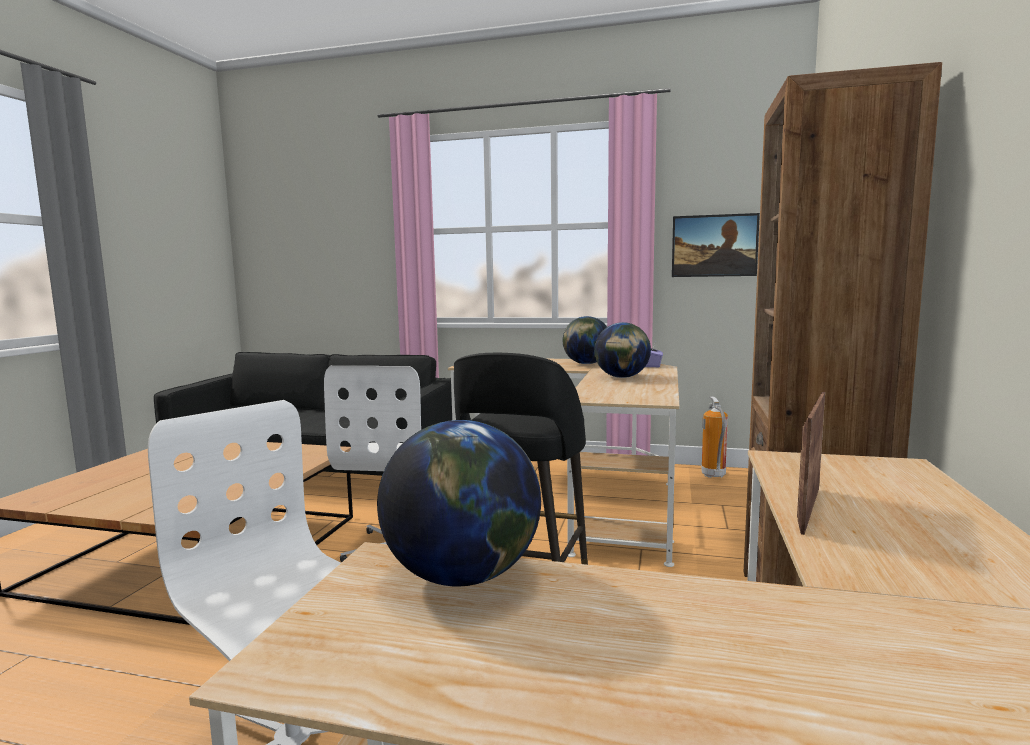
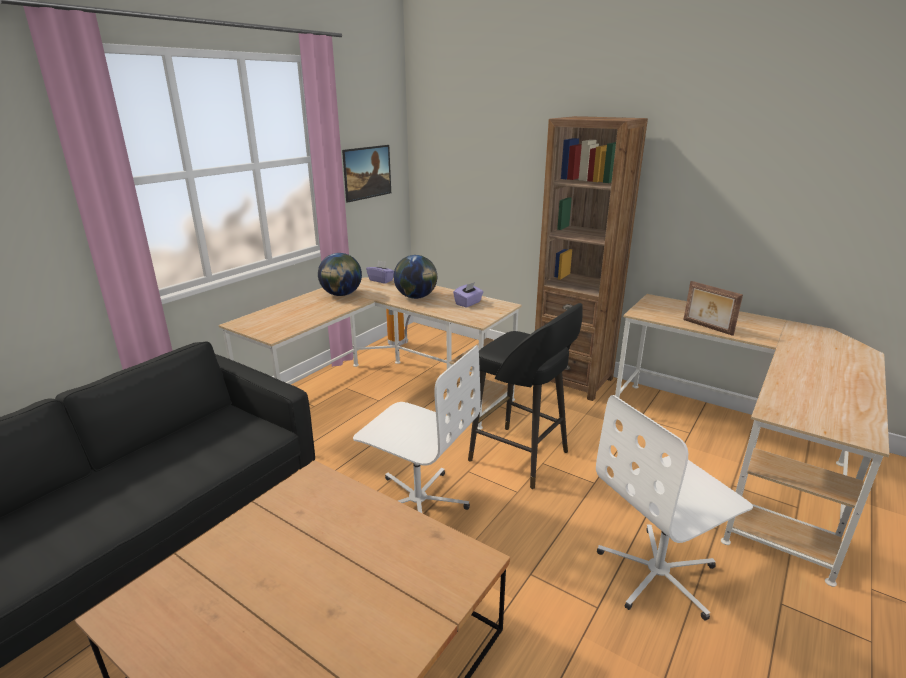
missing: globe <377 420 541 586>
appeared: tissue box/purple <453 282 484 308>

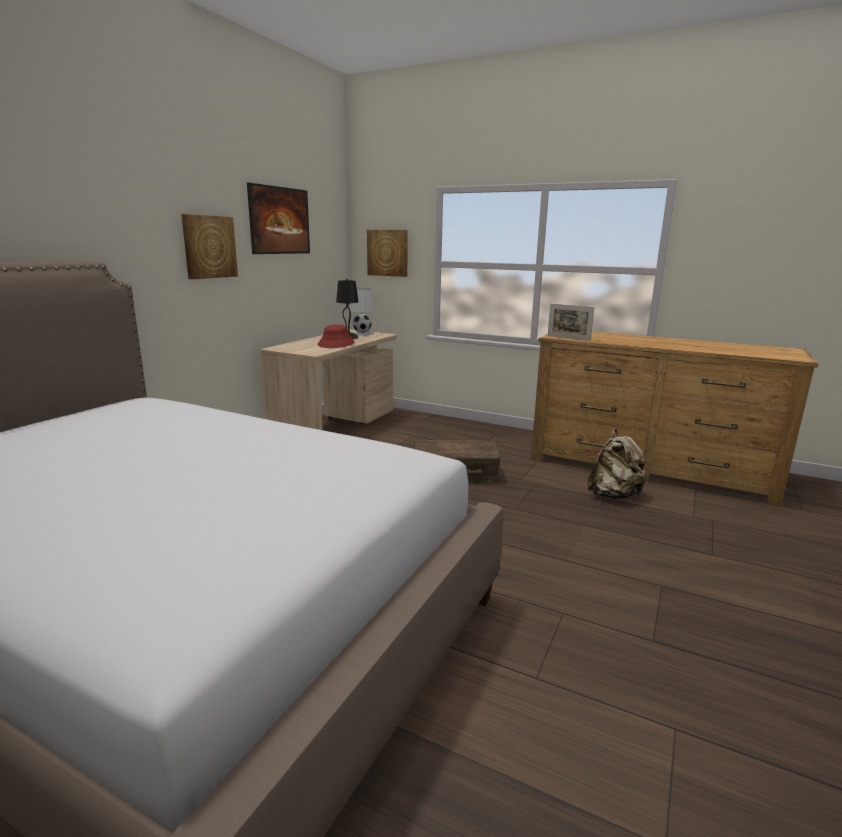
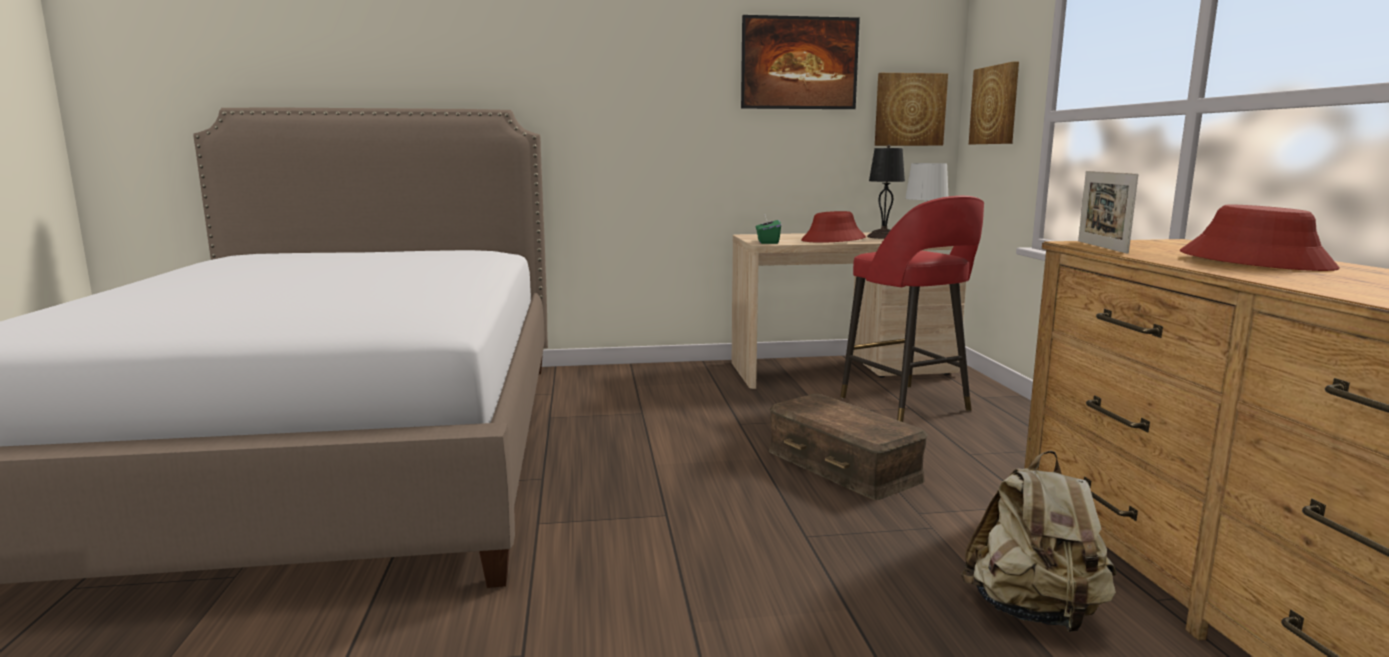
appeared: tissue box/green <756 214 781 244>; stool/red <840 196 984 422>; hat/red <1180 205 1340 271>
relocated: picture <181 214 238 279> to <875 73 948 146>

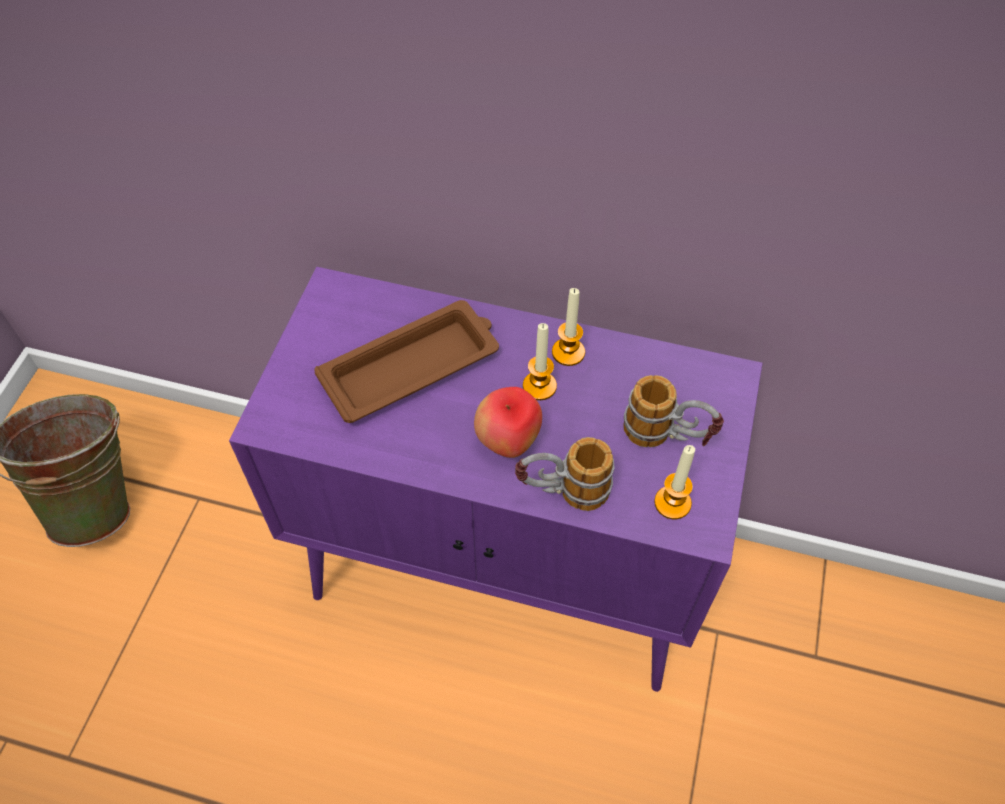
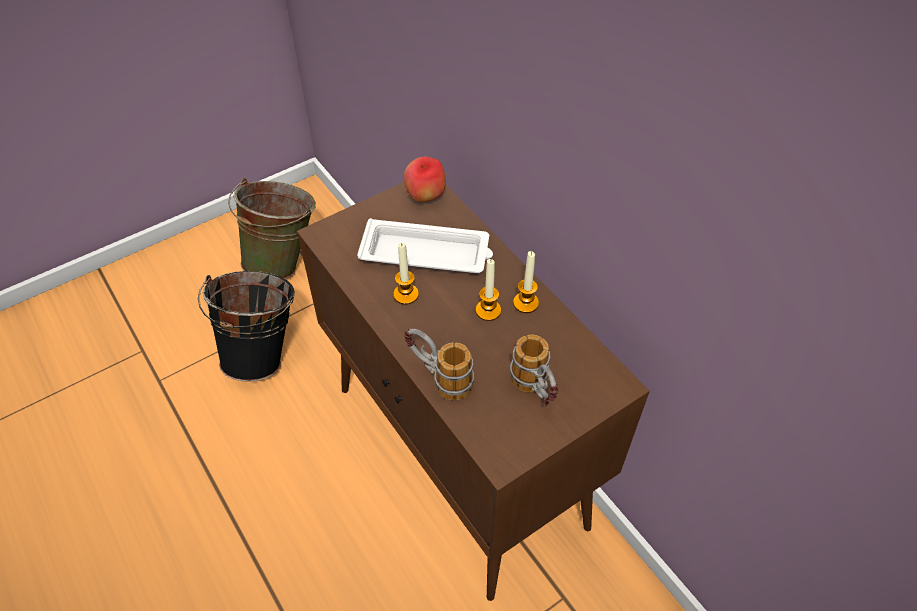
appeared: bucket/black <198 271 295 382>
relocated: apple <474 387 542 458> to <404 156 446 202>; candle <654 445 695 519> to <393 243 419 305>
colour: cabinet/purple <229 267 762 692> to cabinet/brown <297 182 650 601>; tray/brown <314 300 499 423> to tray/white <357 218 493 273>

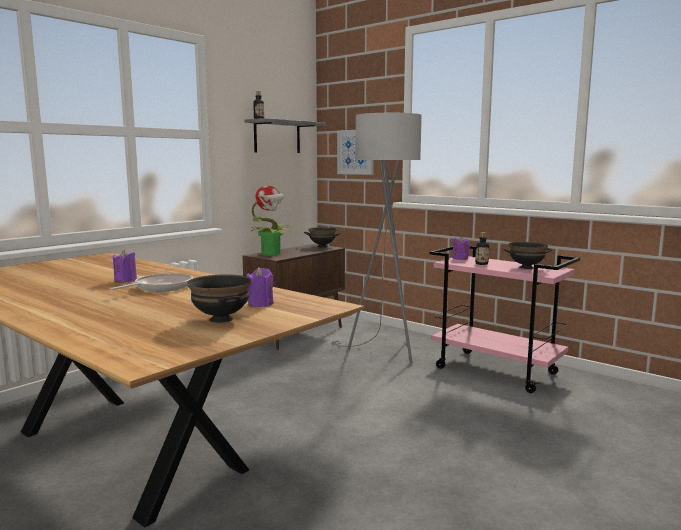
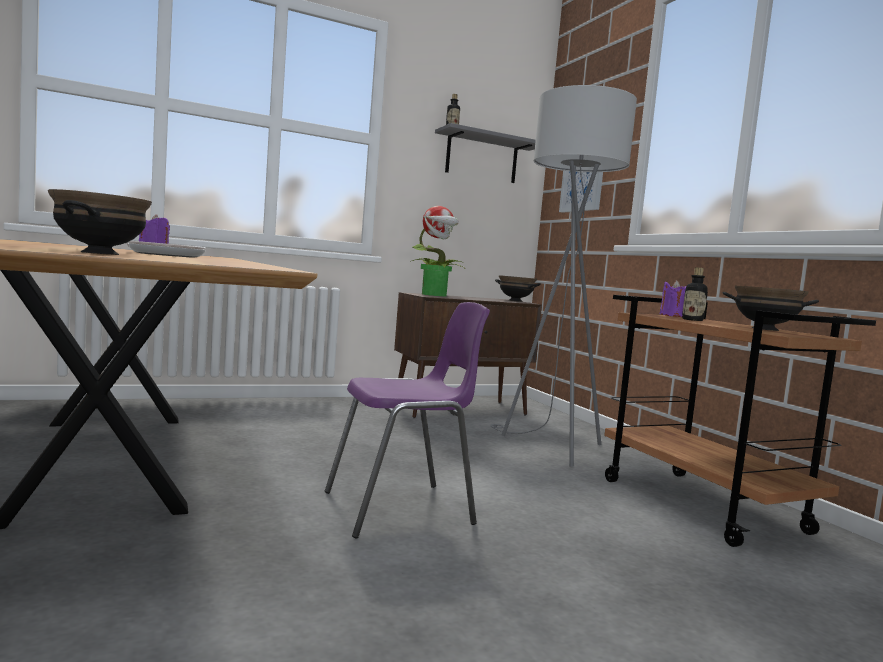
missing: candle/purple <247 267 274 307>
appeared: chair/purple <325 302 490 539>
colour: cart/pink <429 246 580 393> to cart/brown <604 295 876 547>

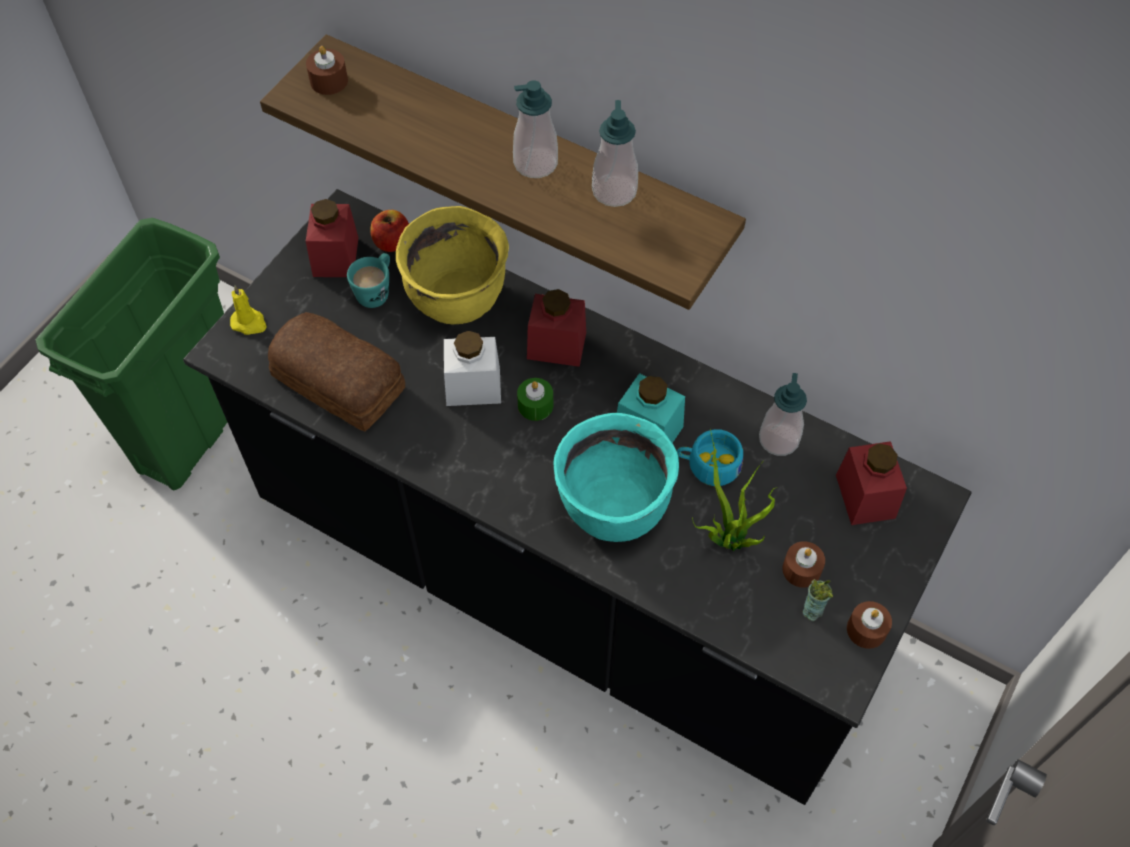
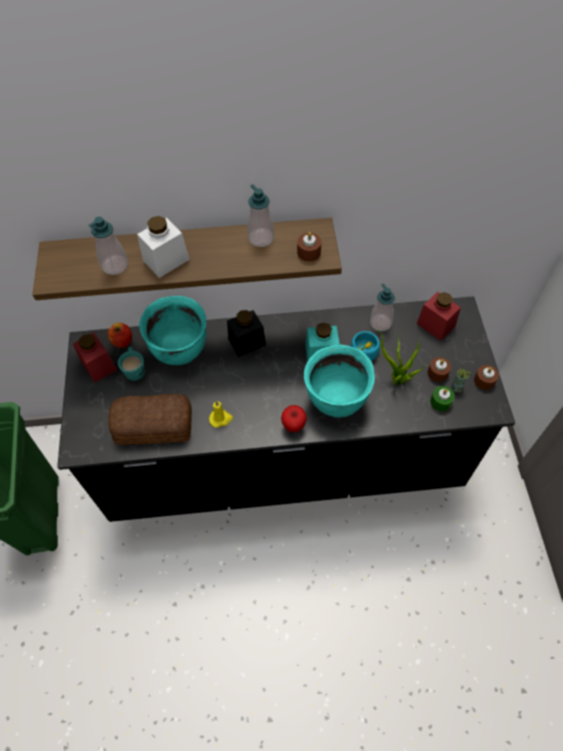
appeared: apple <281 405 307 432>
relocated: candle/yellow <230 285 266 335> to <209 401 233 428>; candle/brown <306 46 348 95> to <297 232 321 262>; jar/white <444 331 501 406> to <137 216 189 278>; soap dispenser <513 80 558 178> to <88 217 128 275>; candle/green <517 378 553 421> to <430 386 455 411>
colour: cooking pot/yellow <396 206 509 325> to cooking pot/turquoise <139 296 206 365>; jar/red <527 289 586 367> to jar/black <227 310 266 357>

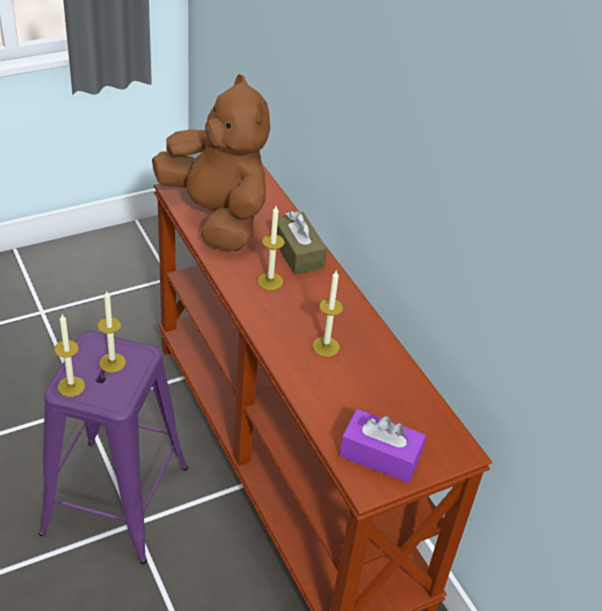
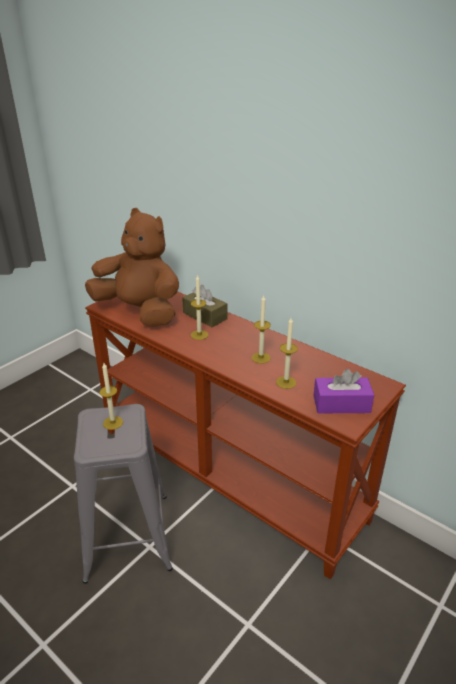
relocated: candle <54 314 85 397> to <276 318 298 389>
colour: stool/purple <39 331 188 564> to stool/grey <74 404 173 584>

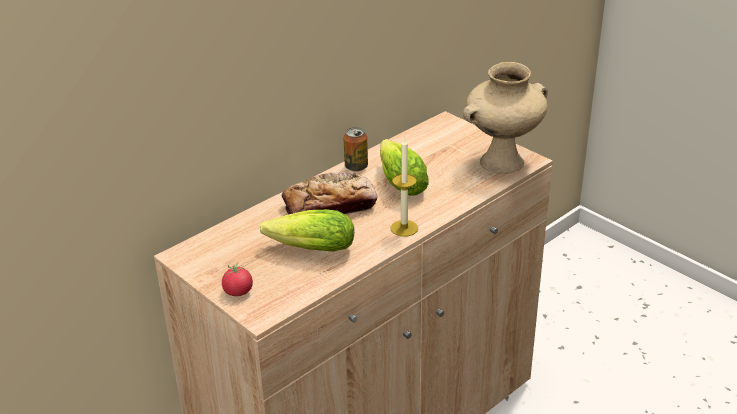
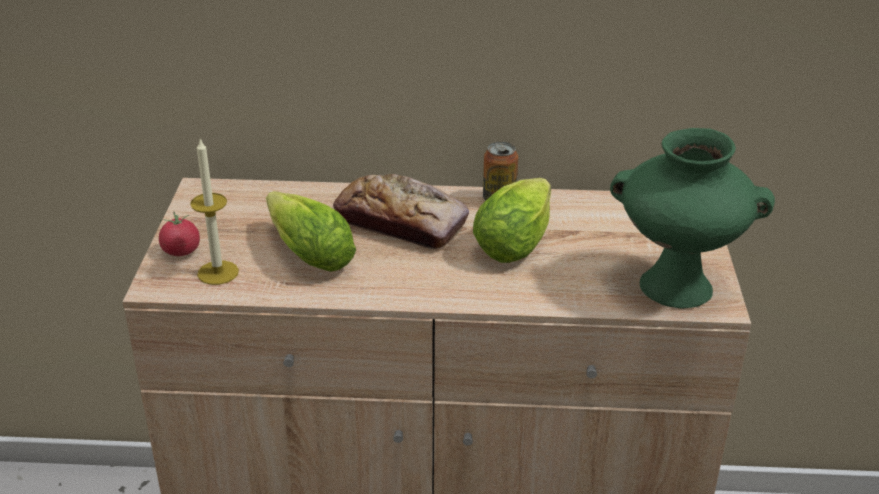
relocated: candle <390 137 418 237> to <190 139 239 285>
colour: vase/beige <463 62 548 174> to vase/green <610 128 775 309>

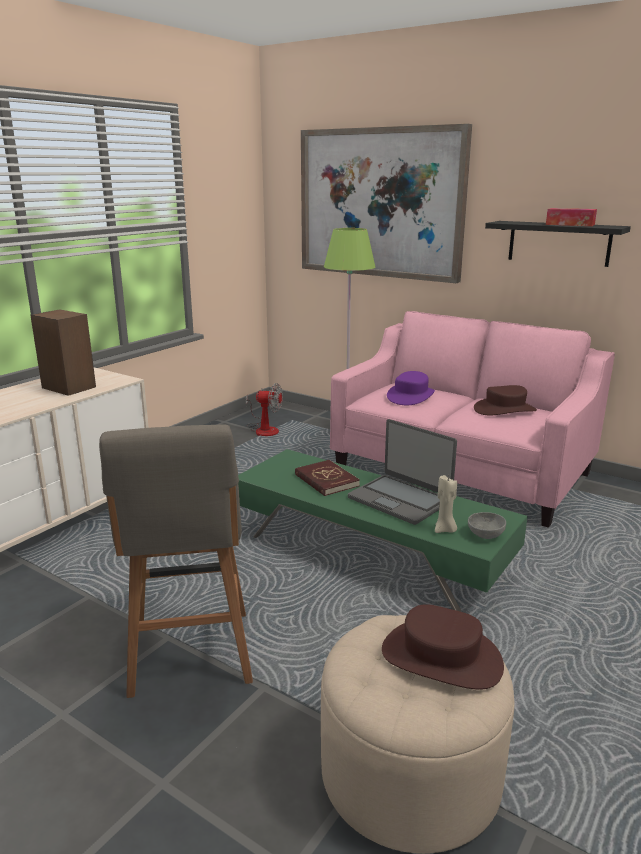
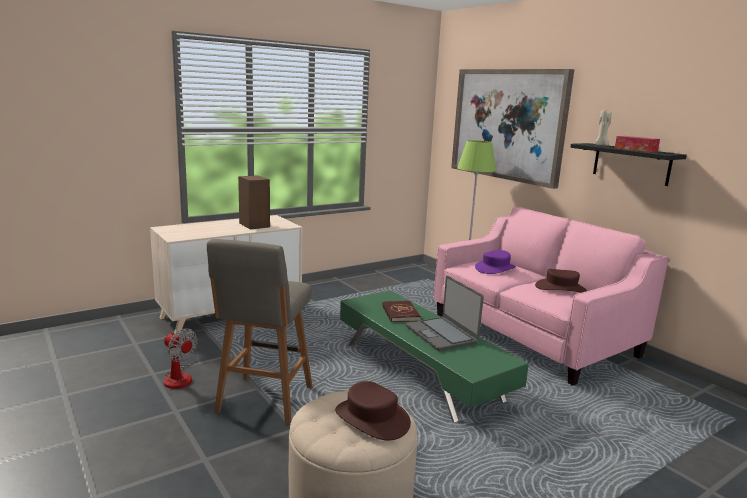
missing: bowl/grey <468 512 506 539>
relocated: fan <245 383 283 436> to <164 328 198 389>; candle/beige <435 475 457 533> to <595 110 612 146>

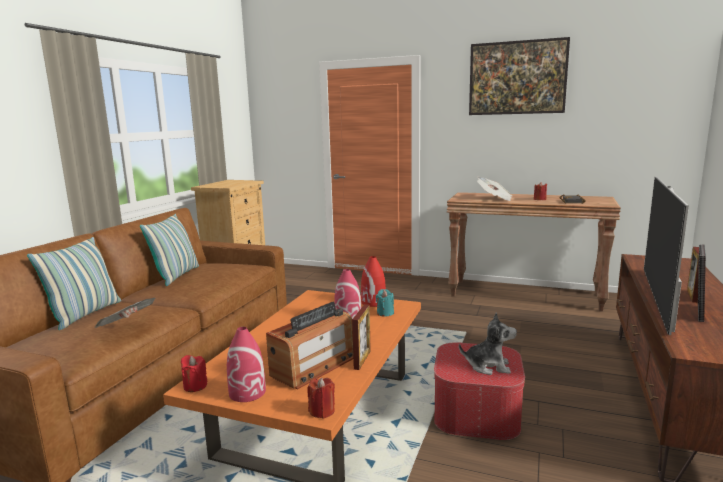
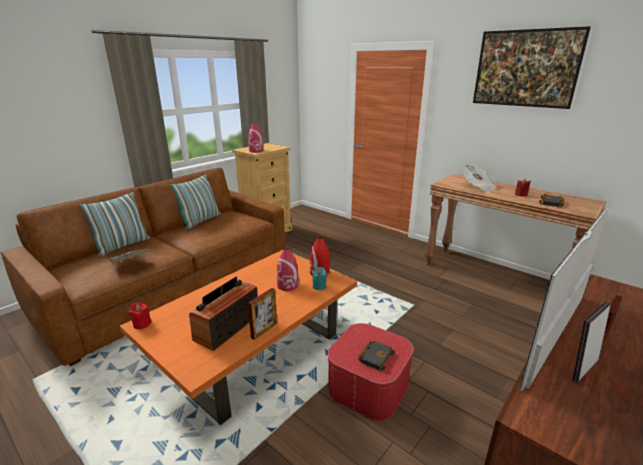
missing: candle/red <308 378 335 419>
relocated: vase/red <227 327 266 402> to <248 123 264 153>
exchanged: plush toy <459 312 517 375> to book/black <358 341 395 371>
spun: radio <266 302 353 390> = <189 277 258 351> 150 degrees clockwise

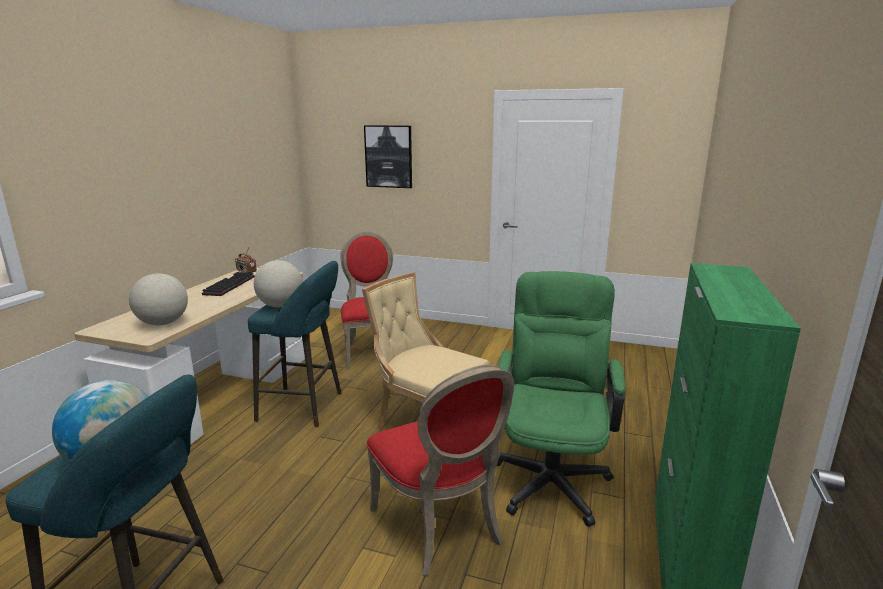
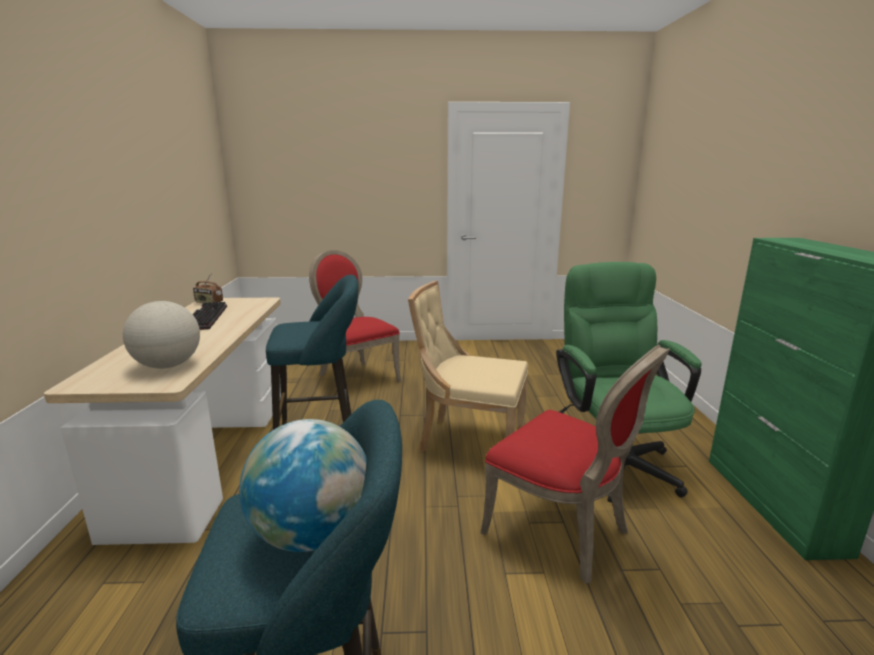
missing: globe <254 260 303 307>; picture <364 125 412 188>

